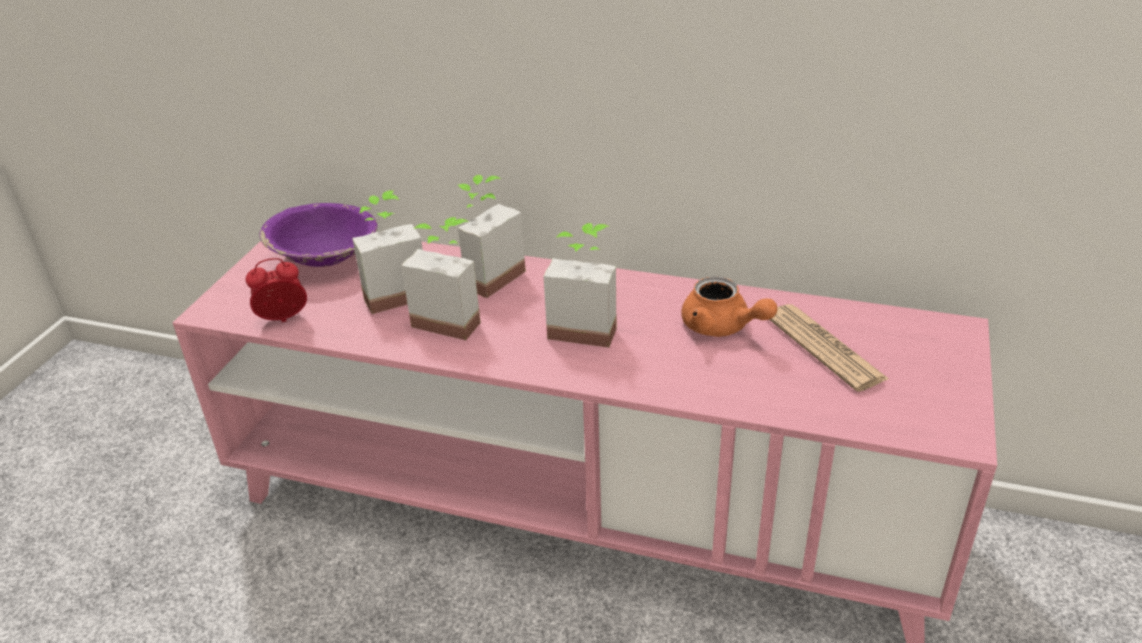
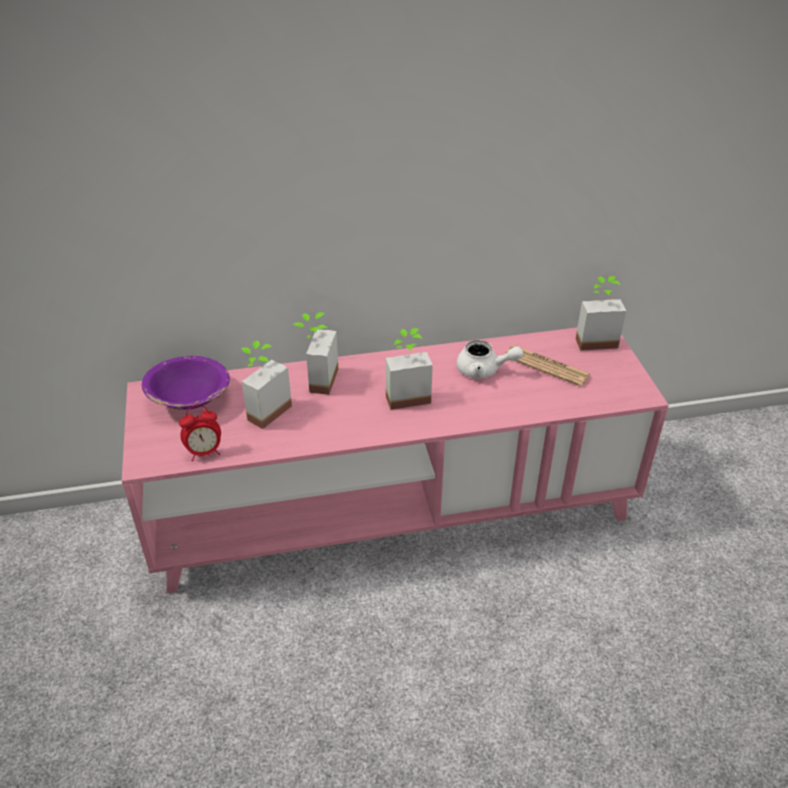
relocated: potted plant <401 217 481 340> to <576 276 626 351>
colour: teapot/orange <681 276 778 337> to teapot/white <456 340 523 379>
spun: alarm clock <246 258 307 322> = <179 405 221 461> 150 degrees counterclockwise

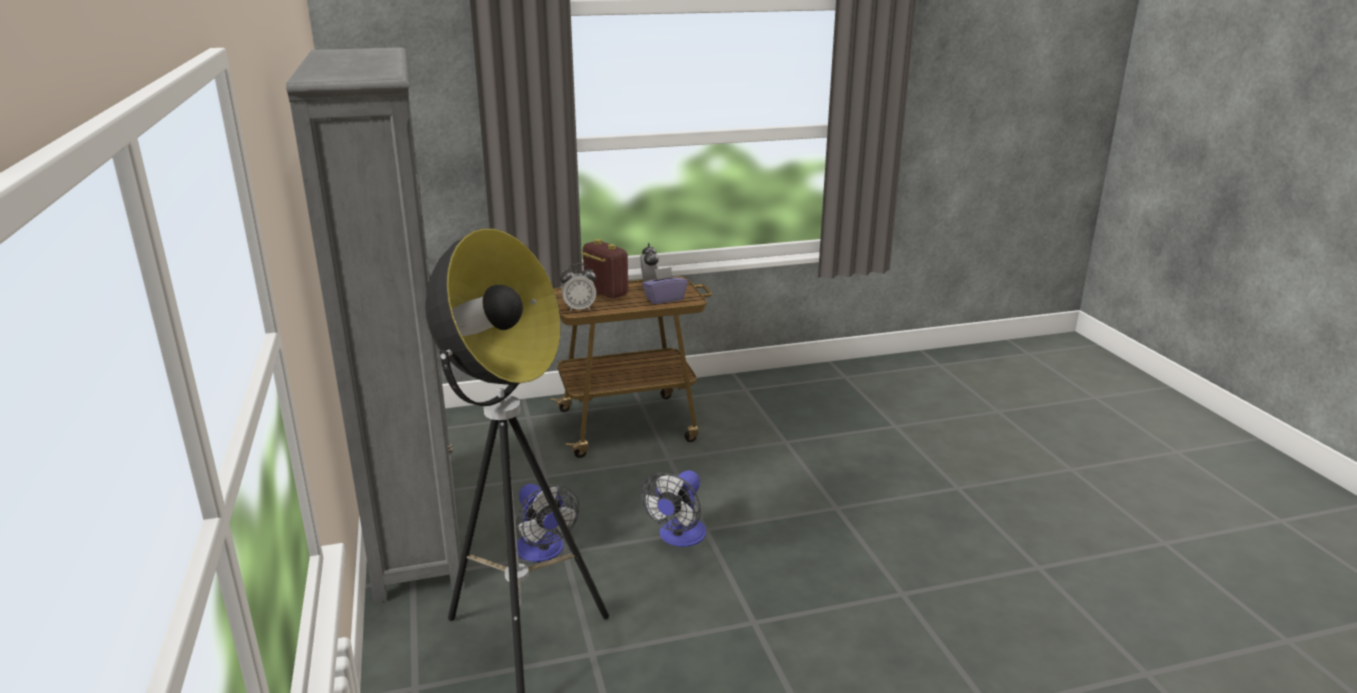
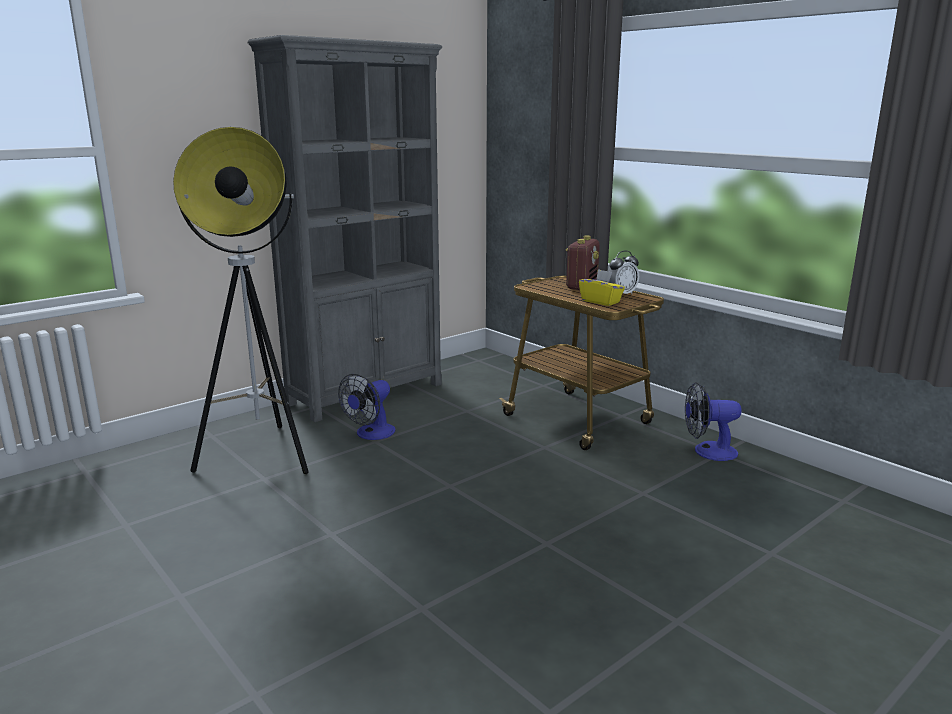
missing: alarm clock <560 264 596 312>
relocated: fan <641 470 706 547> to <685 382 742 461>
colour: tissue box/purple <642 267 688 304> to tissue box/yellow <579 269 625 306>

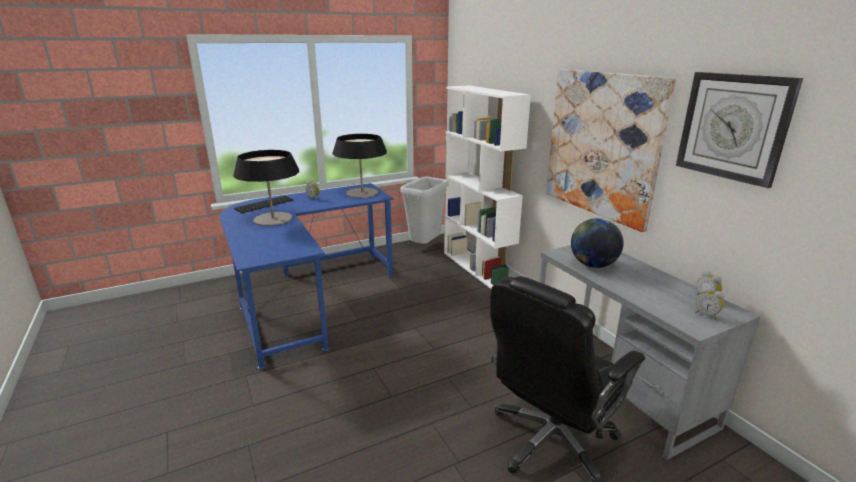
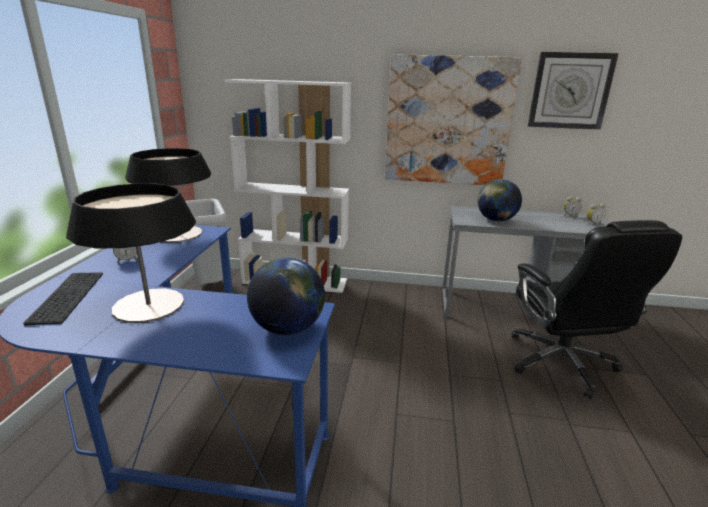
appeared: globe <247 258 325 335>

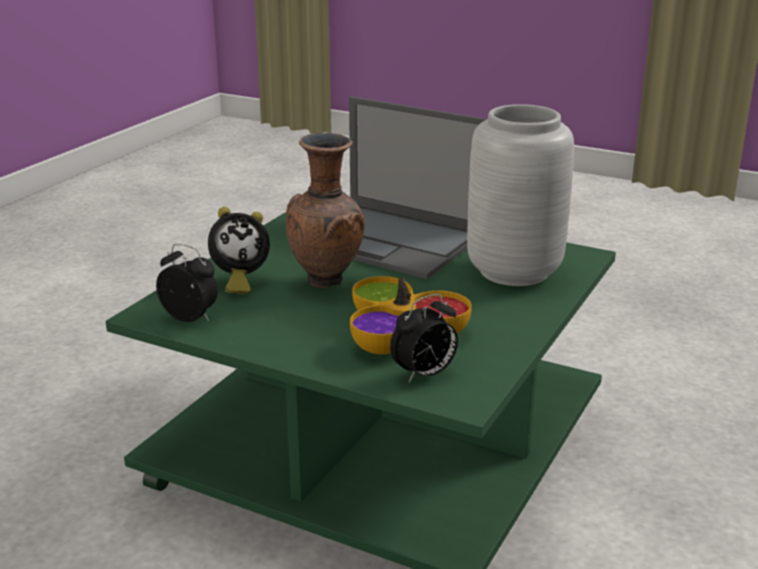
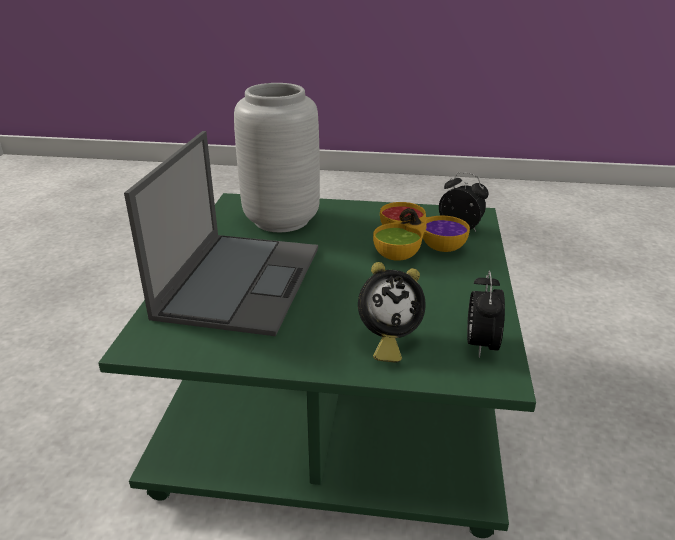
missing: vase/brown <286 133 365 288>
spun: alarm clock <208 207 270 294> = <358 262 426 362> 120 degrees clockwise

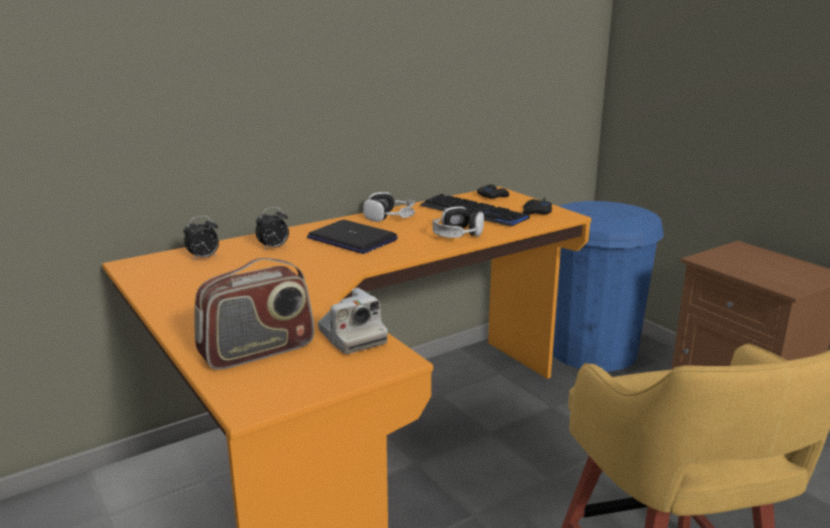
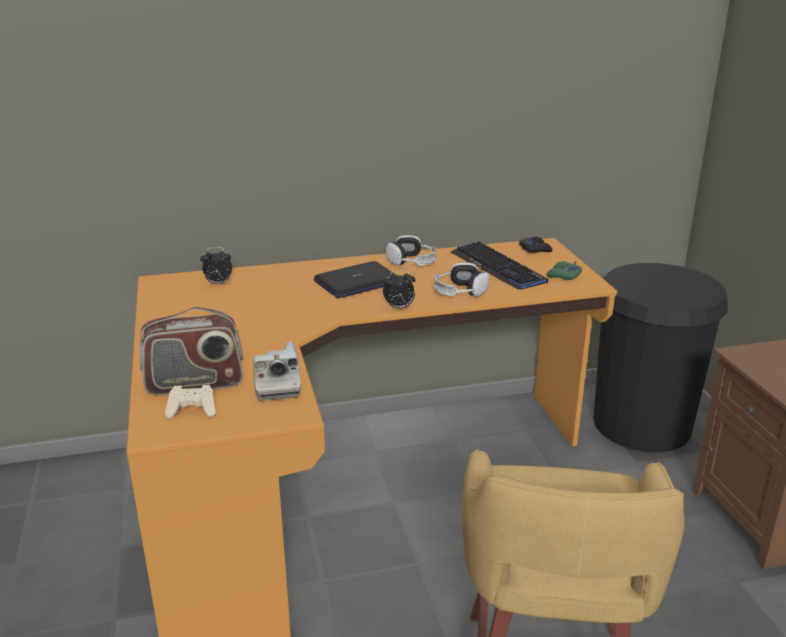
appeared: game controller/beige <165 385 216 419>
relocated: alarm clock <255 207 289 250> to <383 269 415 310>
colour: game controller/black <523 198 552 214> to game controller/green <546 261 582 280>; trash can/blue <553 201 664 372> to trash can/black <593 263 728 452>
spun: laptop <307 220 398 254> = <314 261 398 299> 90 degrees counterclockwise

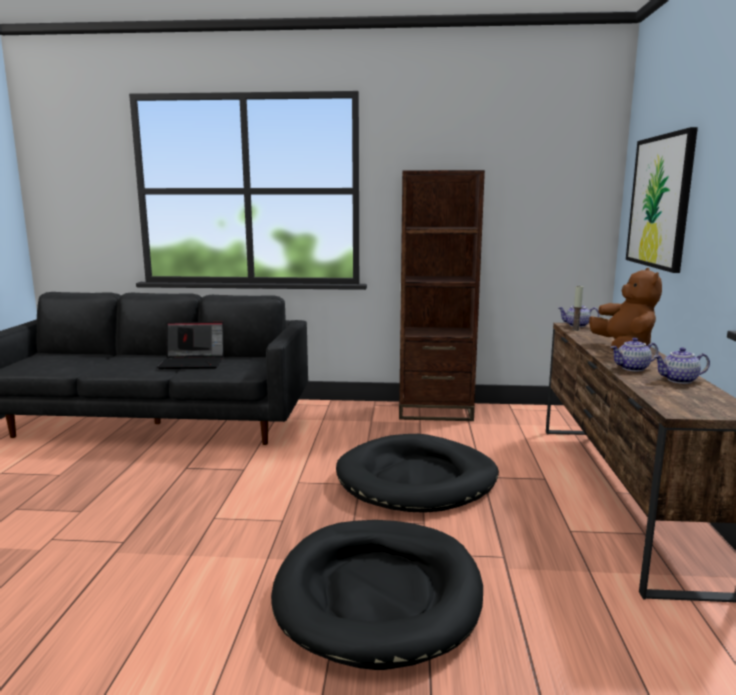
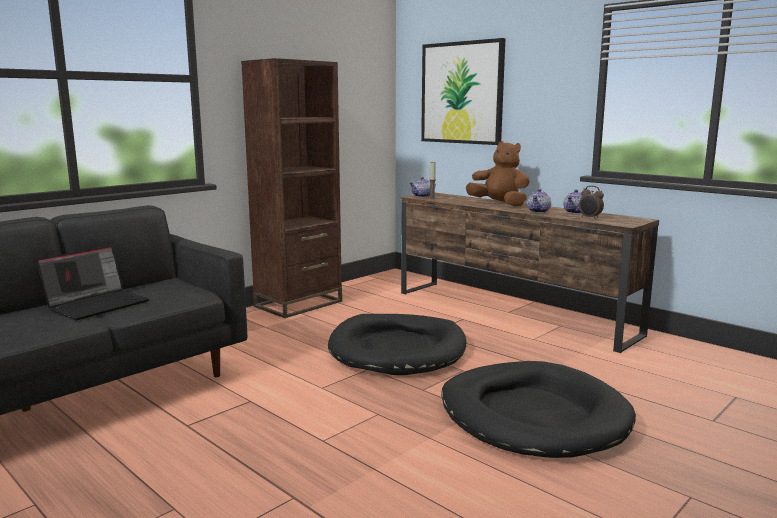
appeared: alarm clock <579 186 604 219>

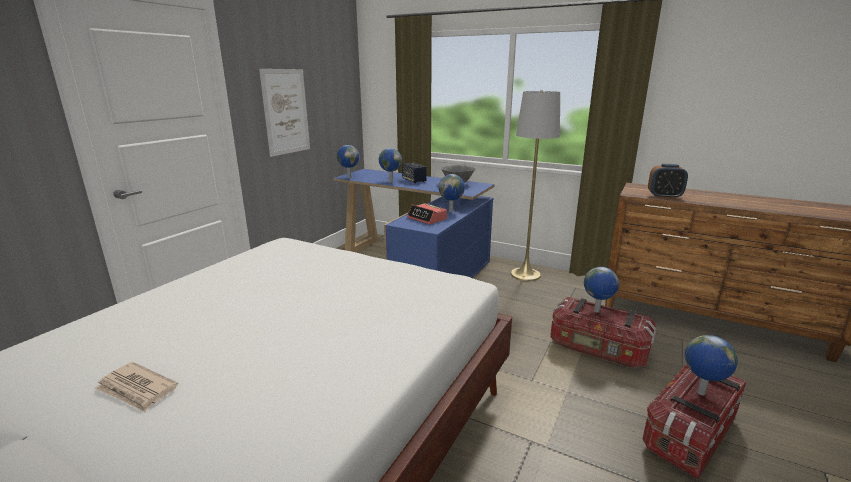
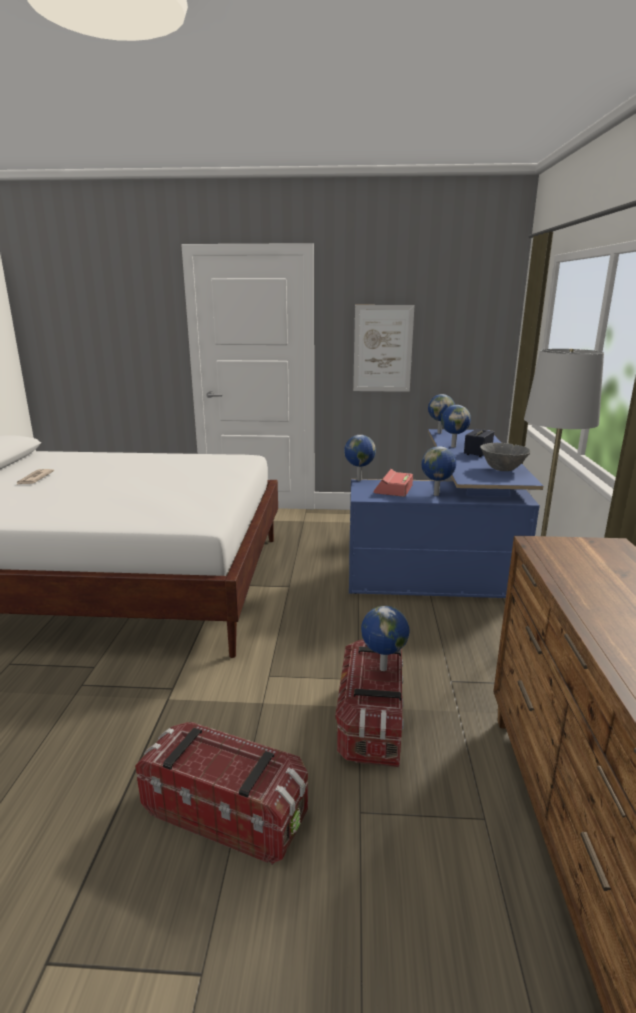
missing: alarm clock <648 164 688 199>
relocated: globe <685 335 738 396> to <344 435 376 481>

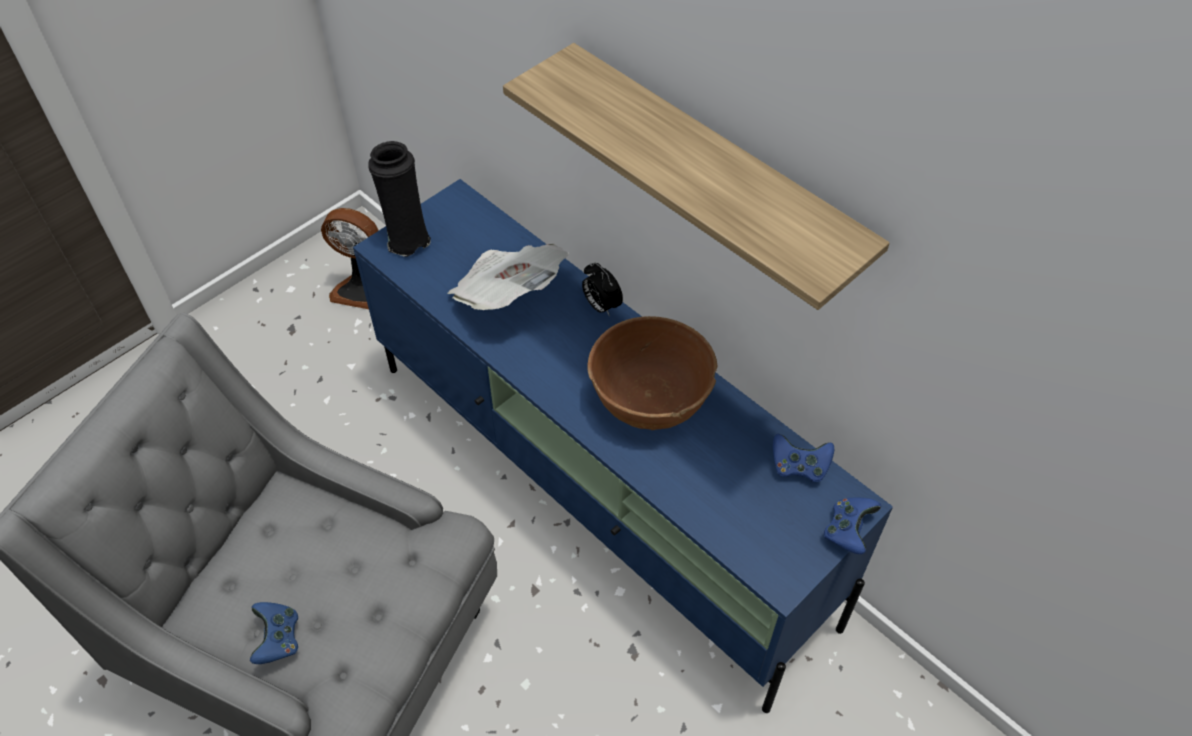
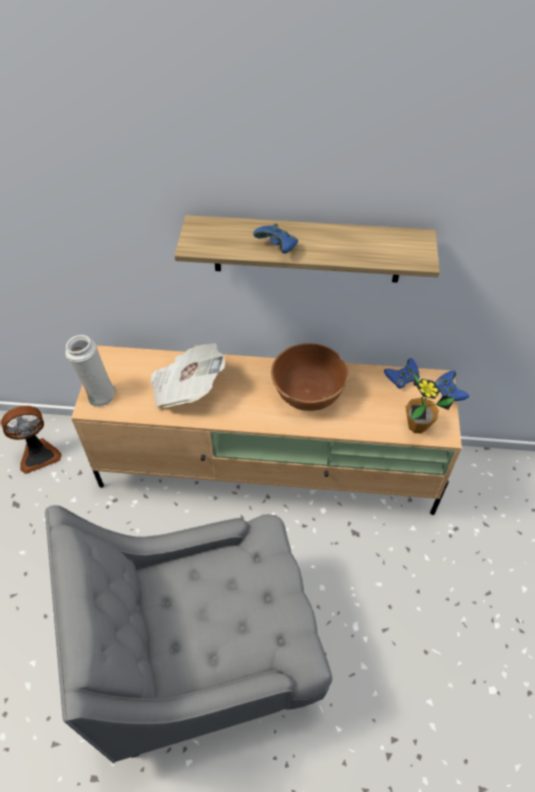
missing: alarm clock <582 262 623 317>
appeared: potted plant <406 374 455 434>
relocated: game controller/blue <250 602 298 664> to <253 223 298 254>
colour: tv stand/blue <353 179 893 713> to tv stand/beige <71 346 462 515>; vase/black <368 141 431 257> to vase/white <65 335 117 407>

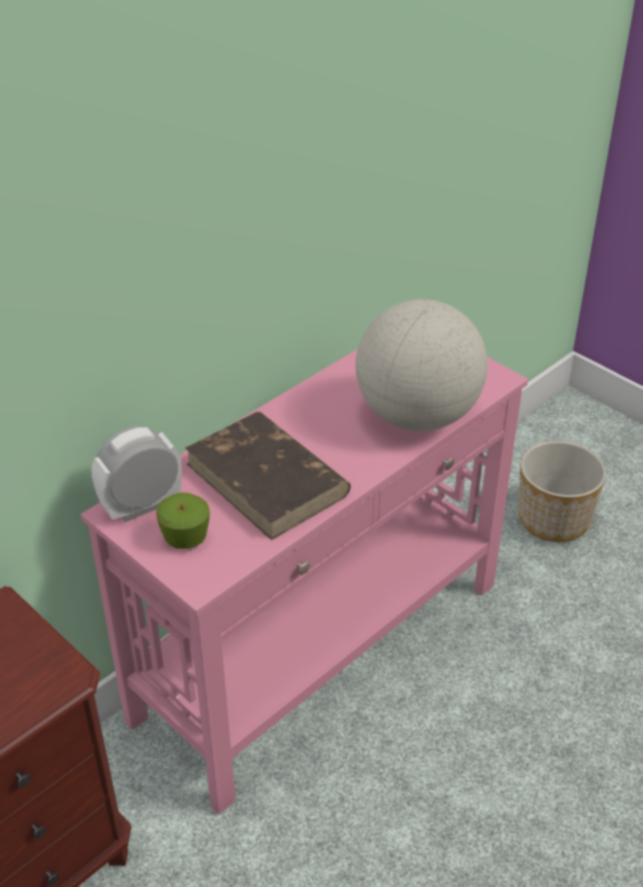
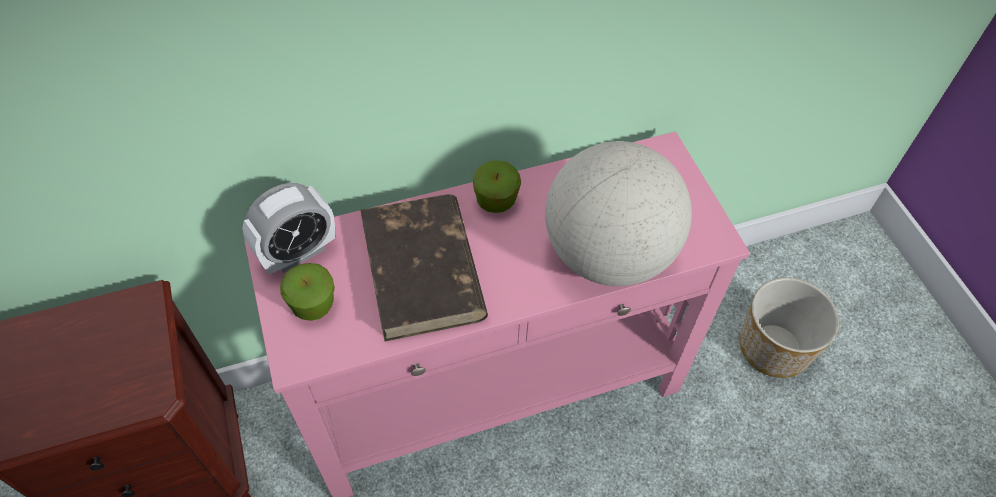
appeared: apple <473 160 521 213>
spun: alarm clock <92 426 182 522> = <242 183 335 274> 150 degrees clockwise

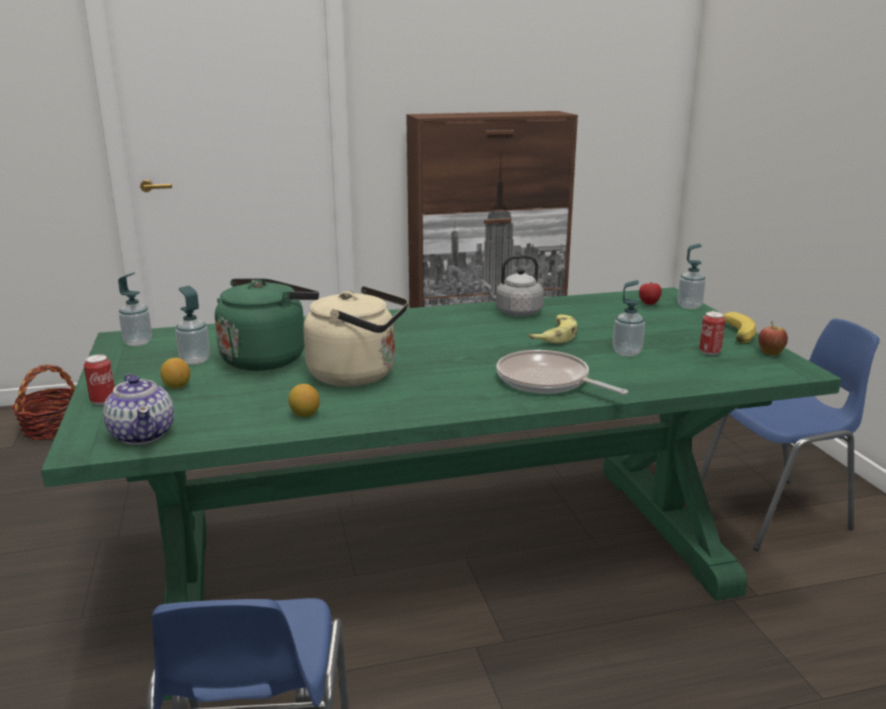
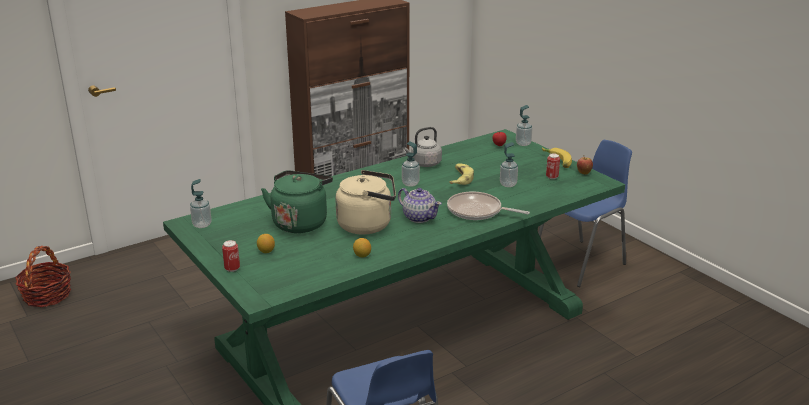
relocated: teapot <103 374 174 445> to <398 188 442 223>; soap dispenser <175 286 210 365> to <402 141 420 187>

